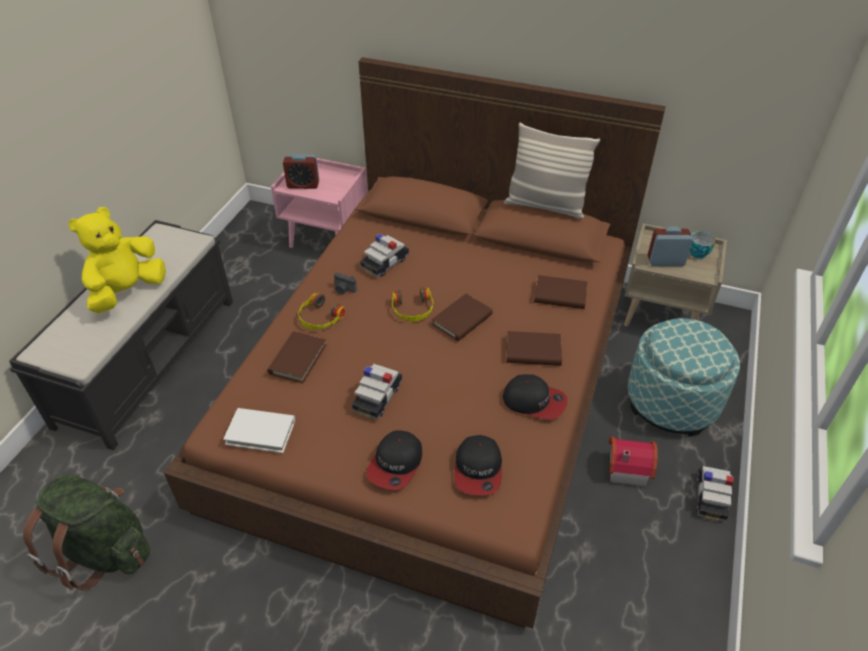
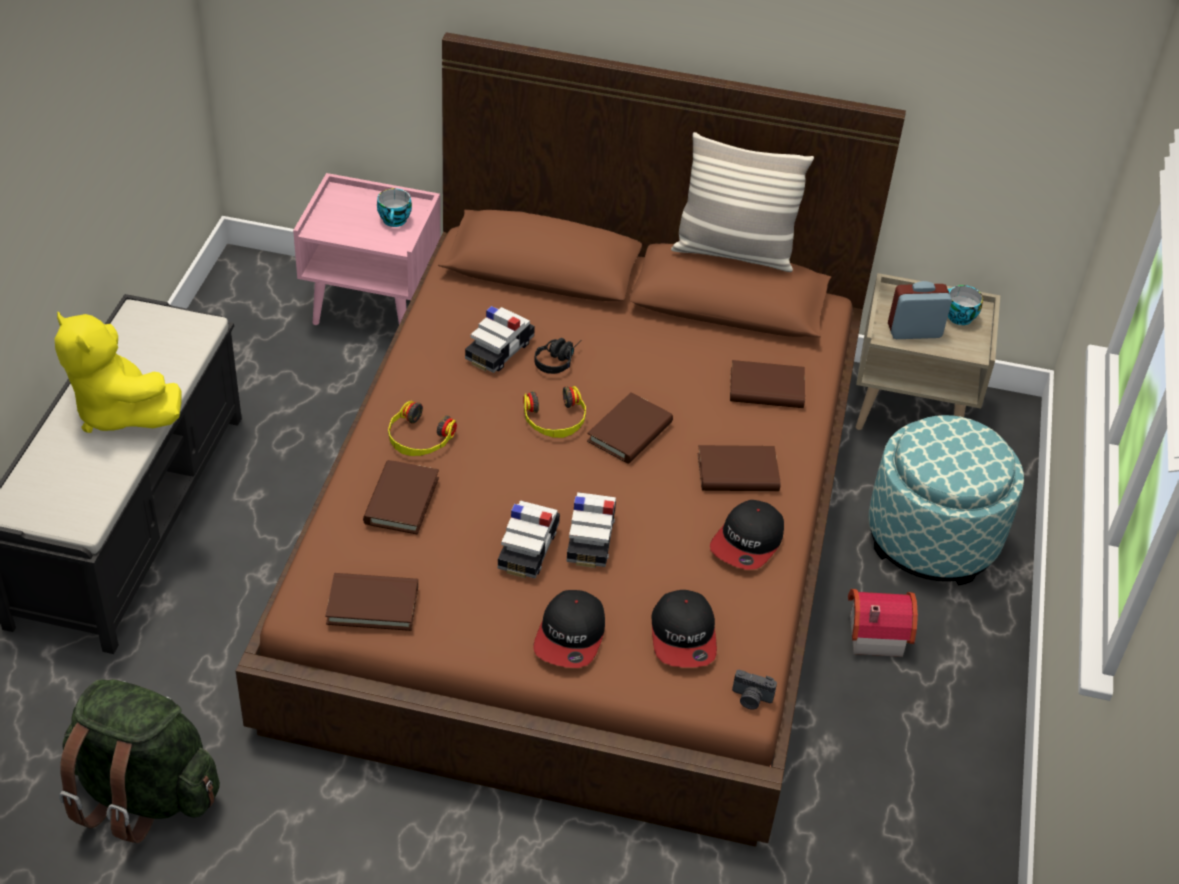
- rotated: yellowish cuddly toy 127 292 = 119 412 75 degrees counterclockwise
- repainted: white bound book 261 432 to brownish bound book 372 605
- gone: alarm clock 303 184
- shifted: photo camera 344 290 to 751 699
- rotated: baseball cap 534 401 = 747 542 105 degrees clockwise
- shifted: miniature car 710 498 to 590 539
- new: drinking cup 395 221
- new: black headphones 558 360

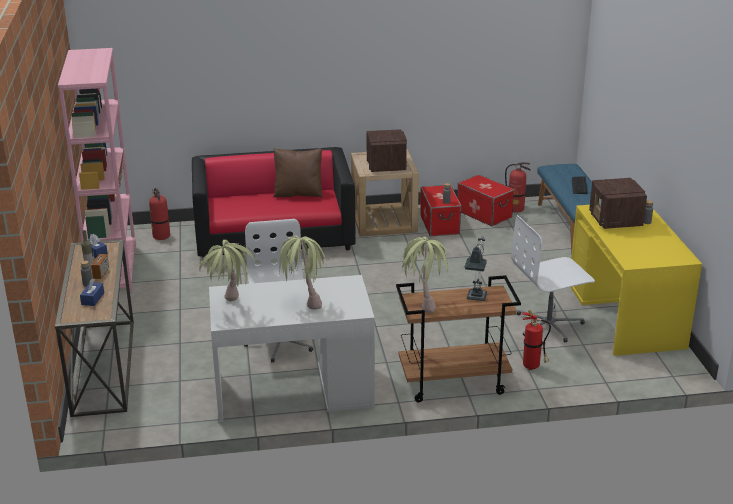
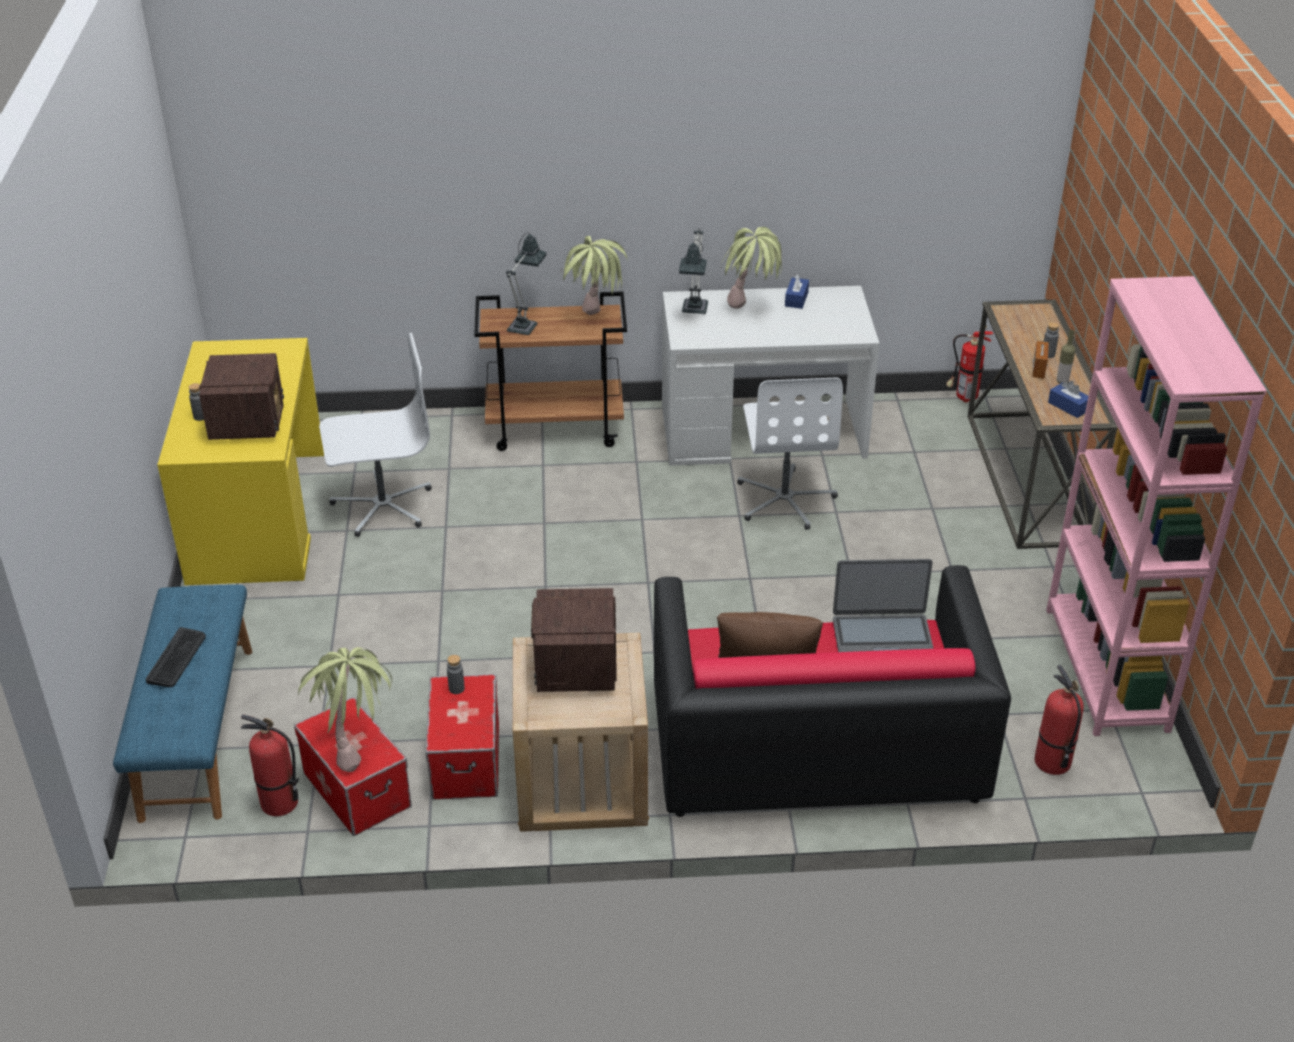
- shifted: bluish tissue holder 93 299 to 796 299
- shifted: houseplant 229 308 to 356 746
- shifted: fire-fighting cylinder 533 367 to 963 398
- new: tabletop lamp 694 312
- new: portable computer 882 640

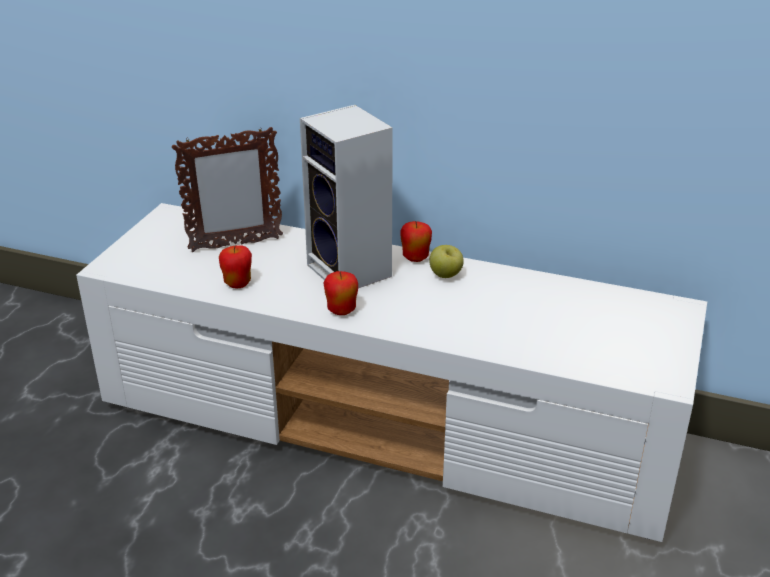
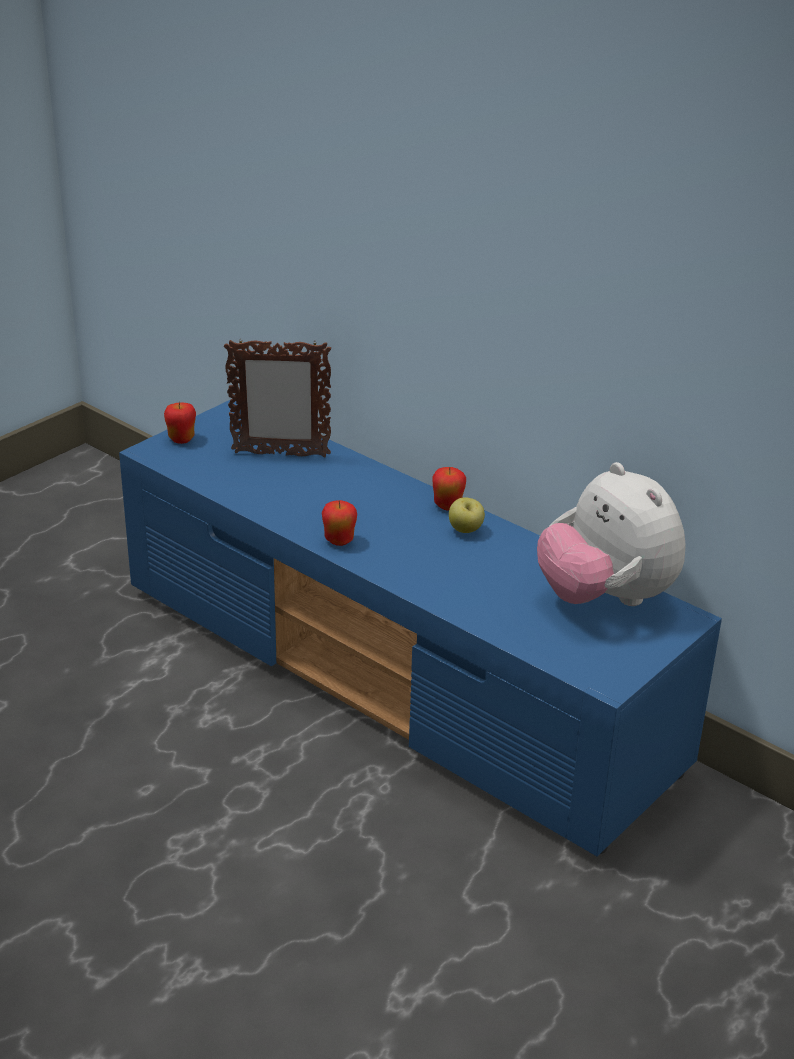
- repainted: white media console 389 424 to bluish media console 397 677
- shifted: apple fruit 237 283 to 181 439
- gone: speaker 352 271
- new: cuddly toy 605 598

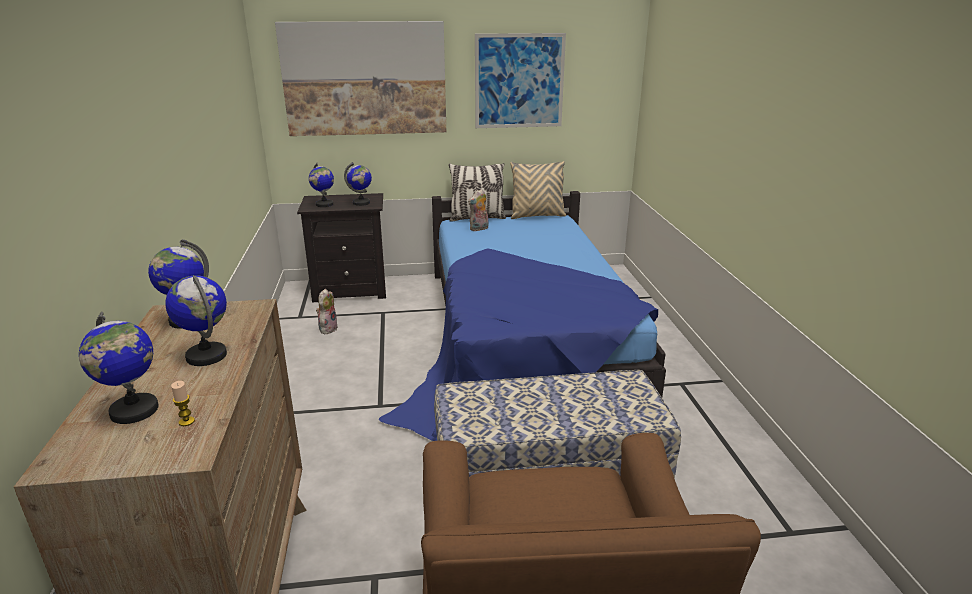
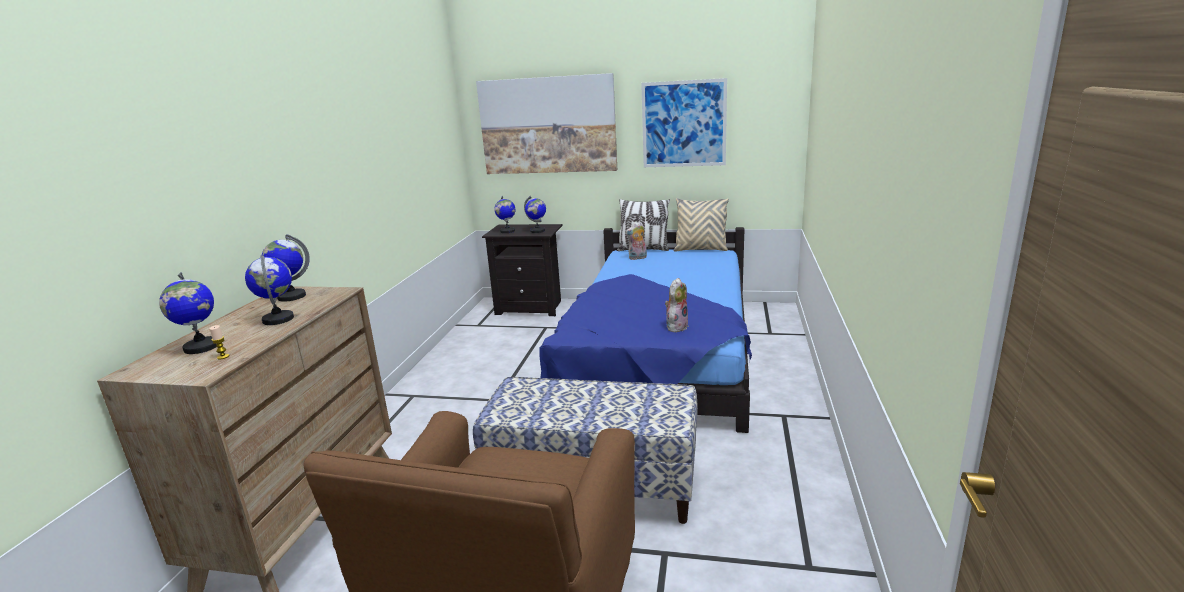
- shifted: cuddly toy 327 328 to 676 326

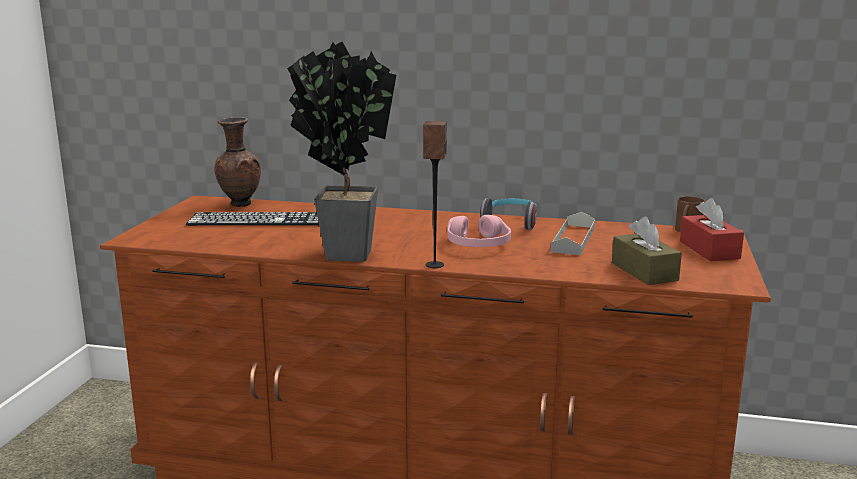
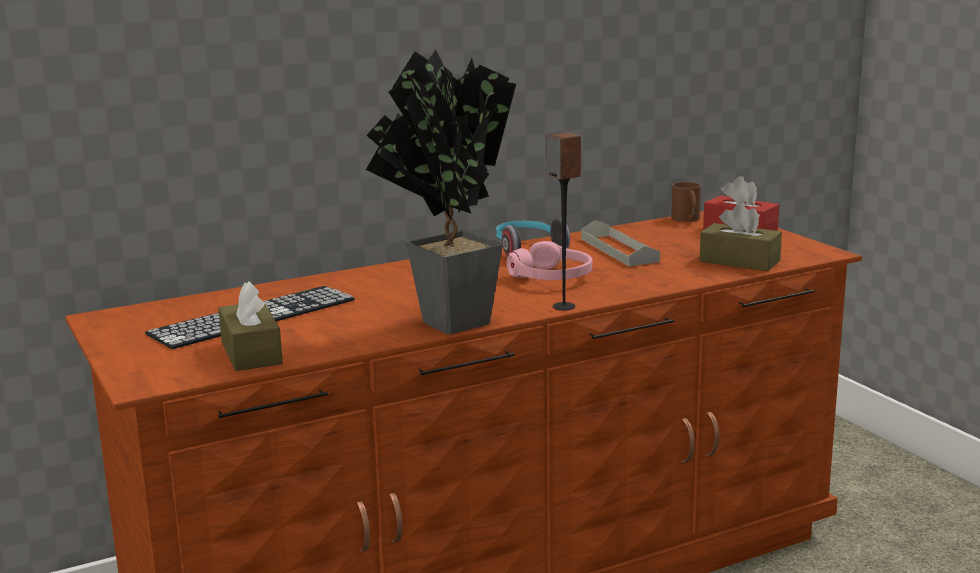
- gone: brownish flower vase 239 204
- new: brownish tissue holder 251 352

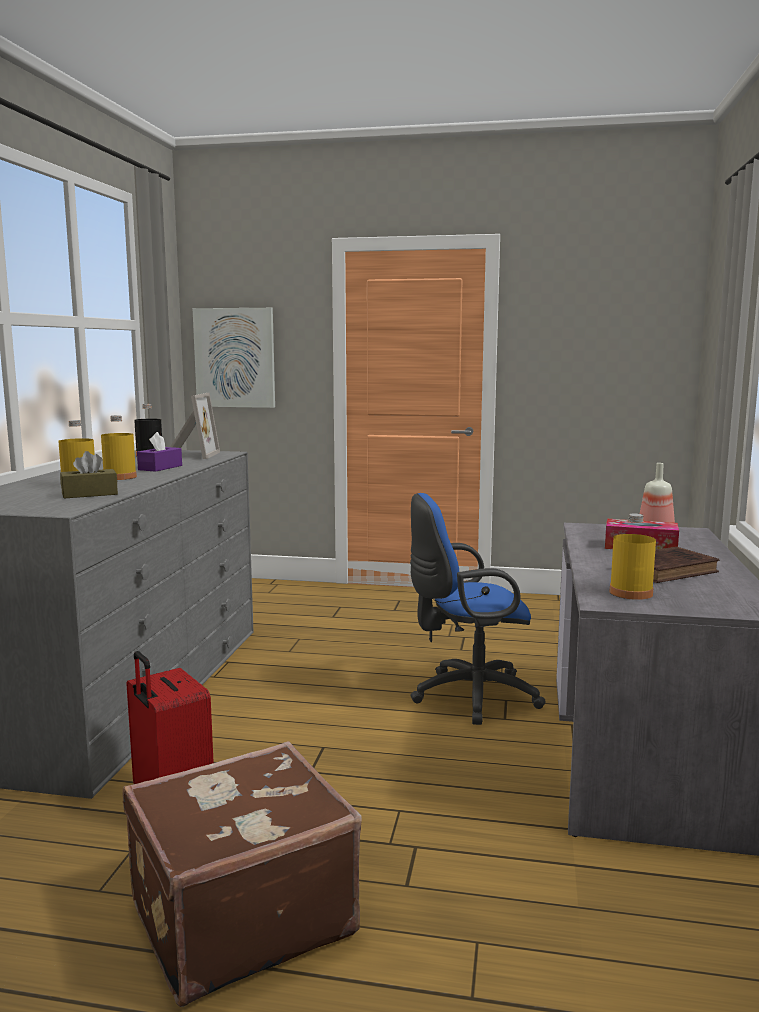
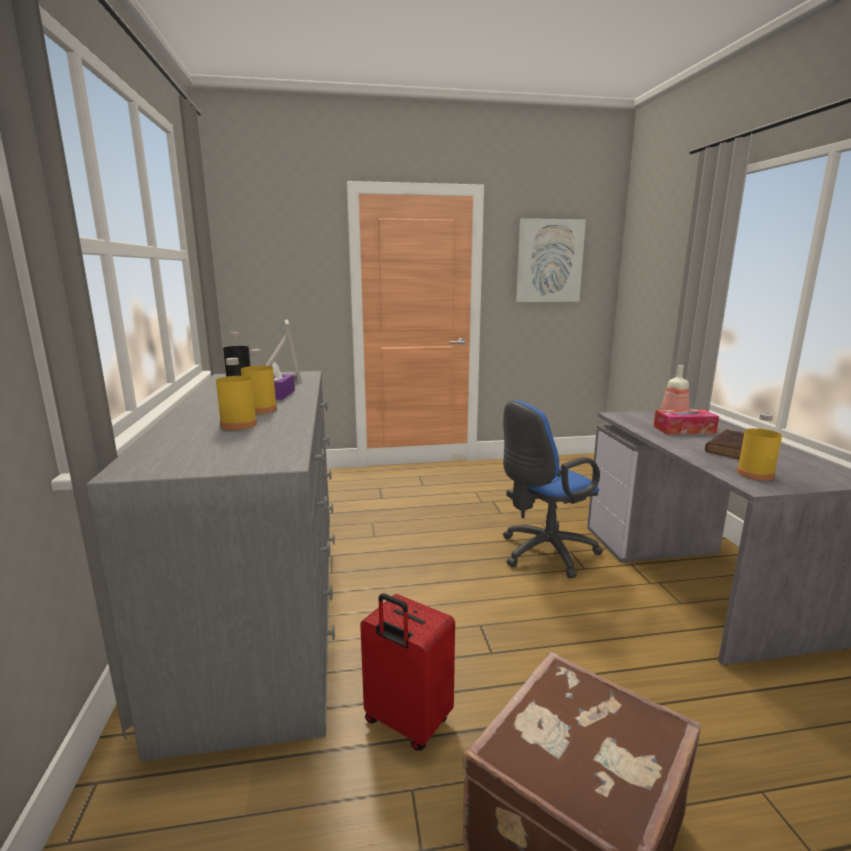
- gone: brownish tissue holder 89 494
- shifted: picture 235 358 to 549 261

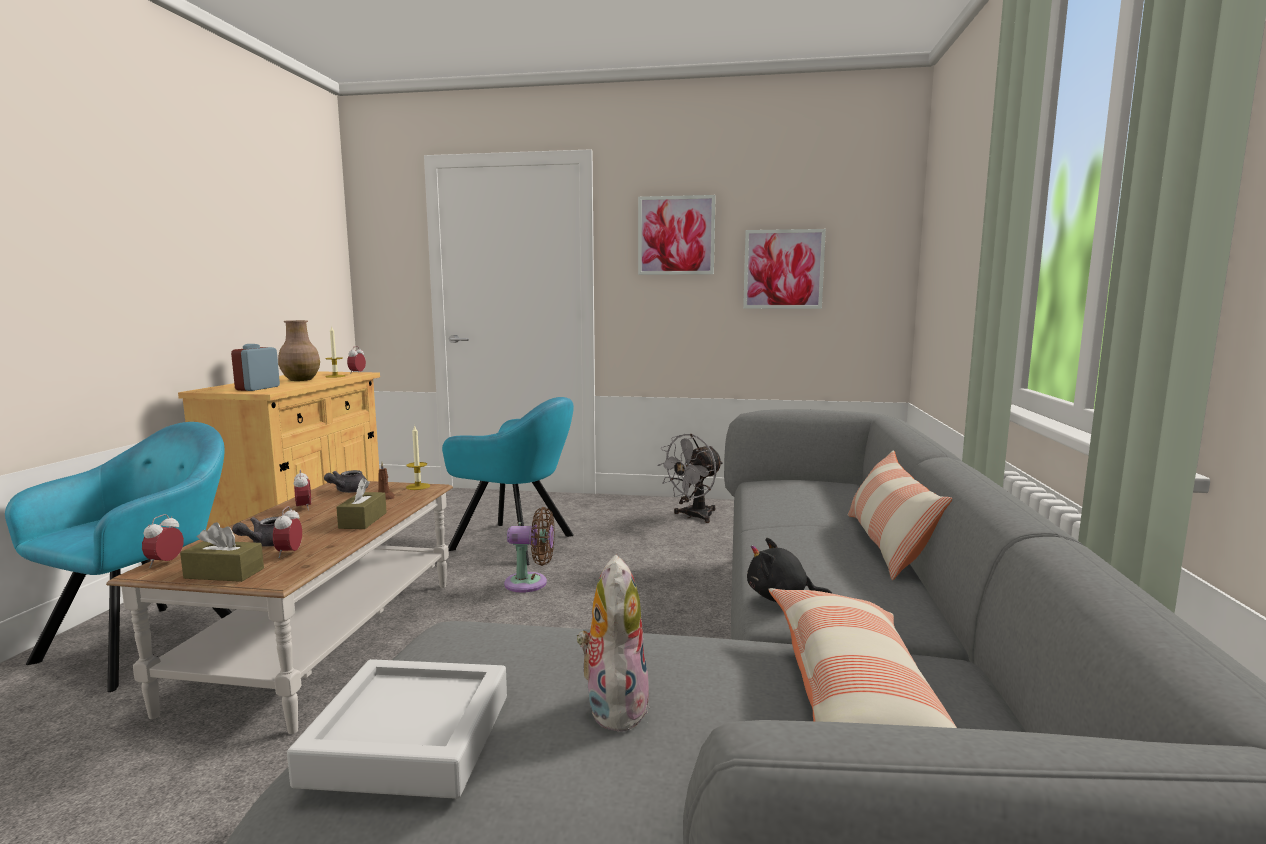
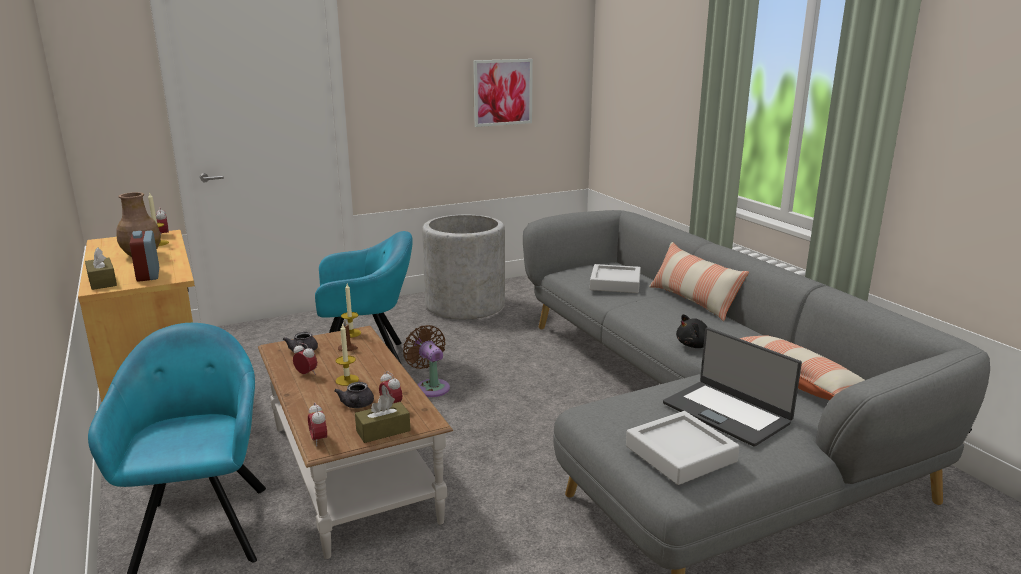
- shifted: brownish tissue holder 363 520 to 102 281
- rotated: brownish electric fan 530 583 = 431 387 90 degrees counterclockwise
- swapped: cuddly toy 613 705 to portable computer 727 412
- gone: picture 676 235
- swapped: grey electric fan 693 516 to grey plant pot 465 305
- new: wax light 347 380
- new: grey serving tray 615 283

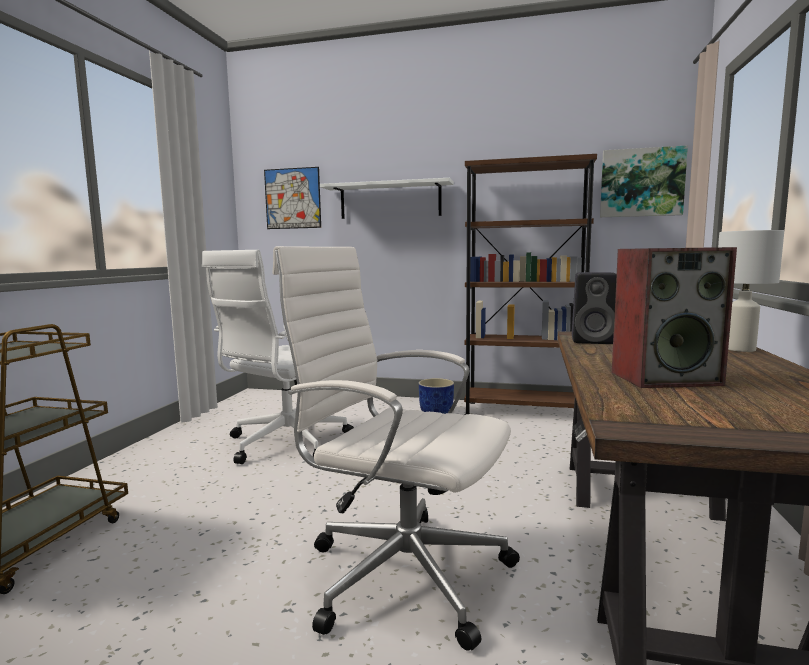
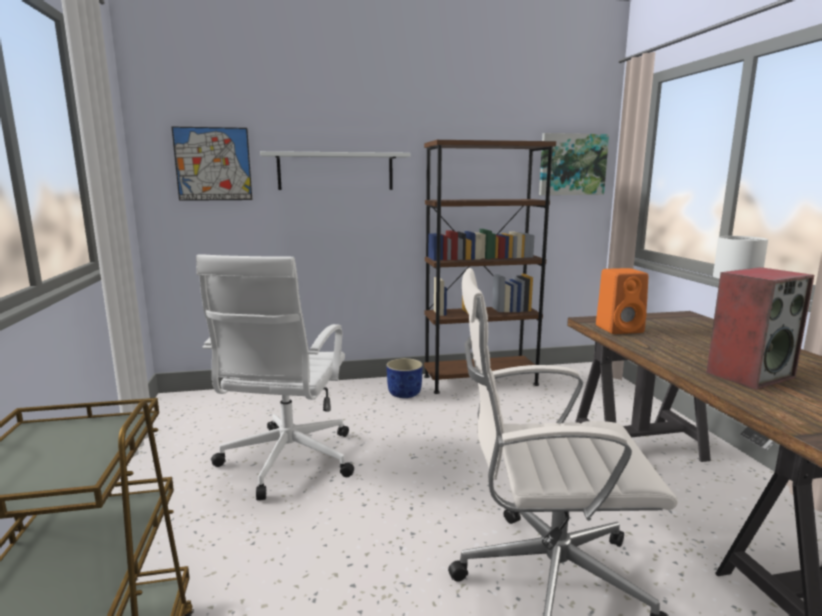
- repainted: black speaker 595 341 to orange speaker 620 329

